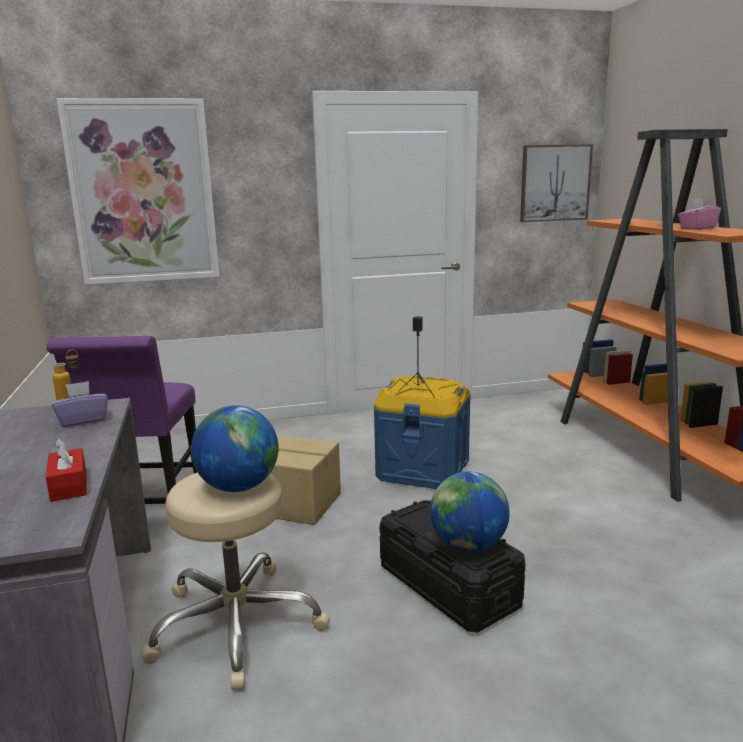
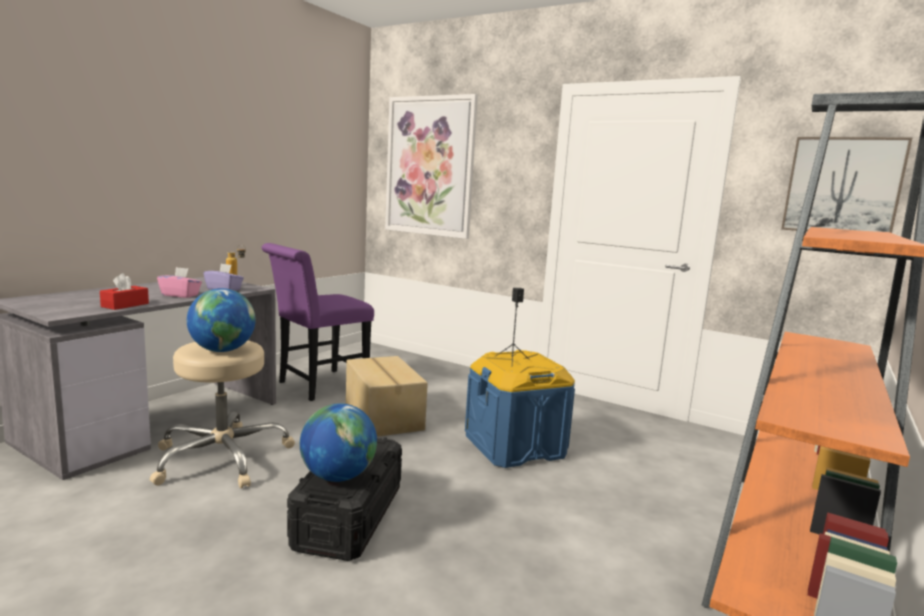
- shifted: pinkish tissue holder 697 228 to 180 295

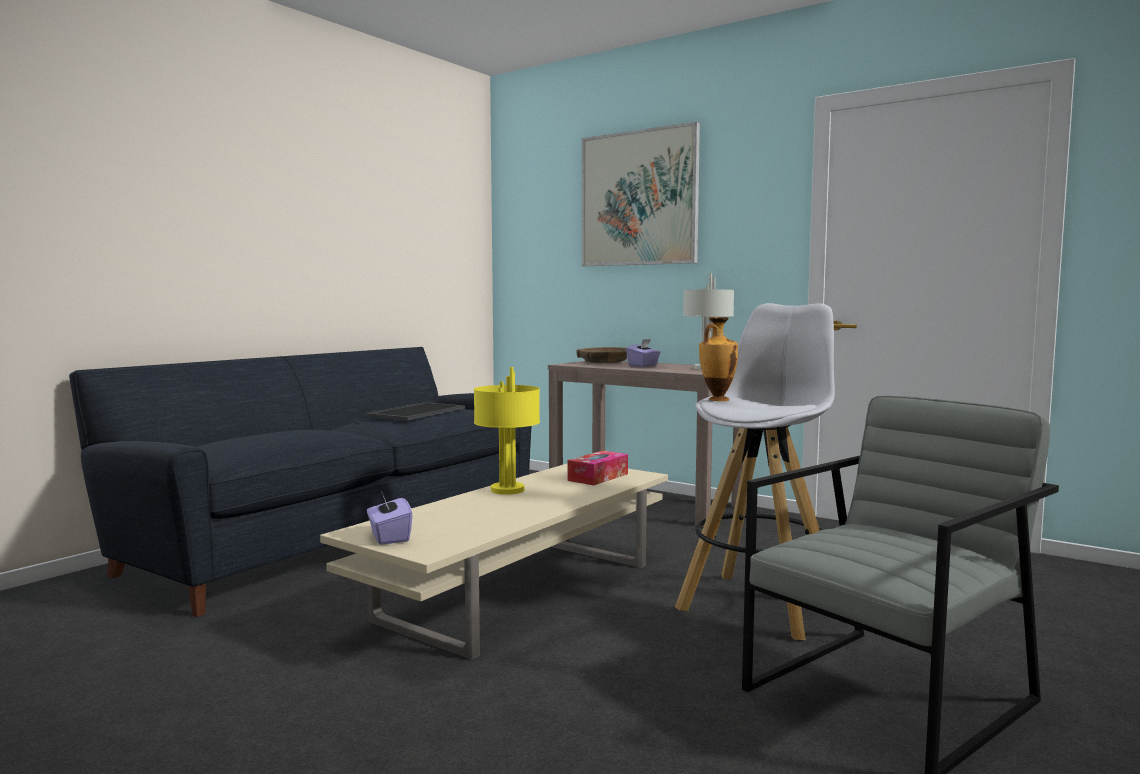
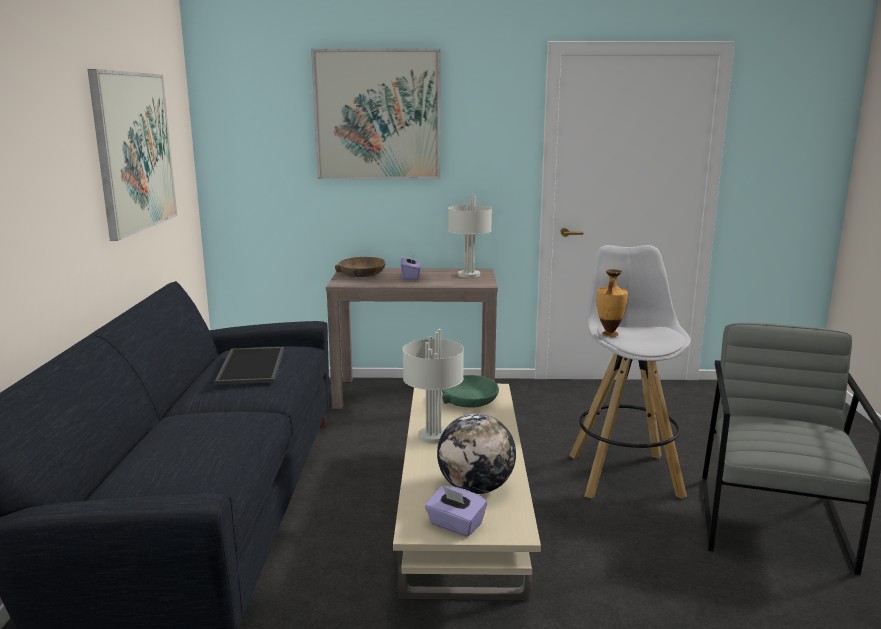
- repainted: yellowish tabletop lamp 506 490 to grey tabletop lamp 432 436
- swapped: tissue holder 598 477 to greenish deep dish 469 400
- new: picture 134 151
- new: world globe 476 488

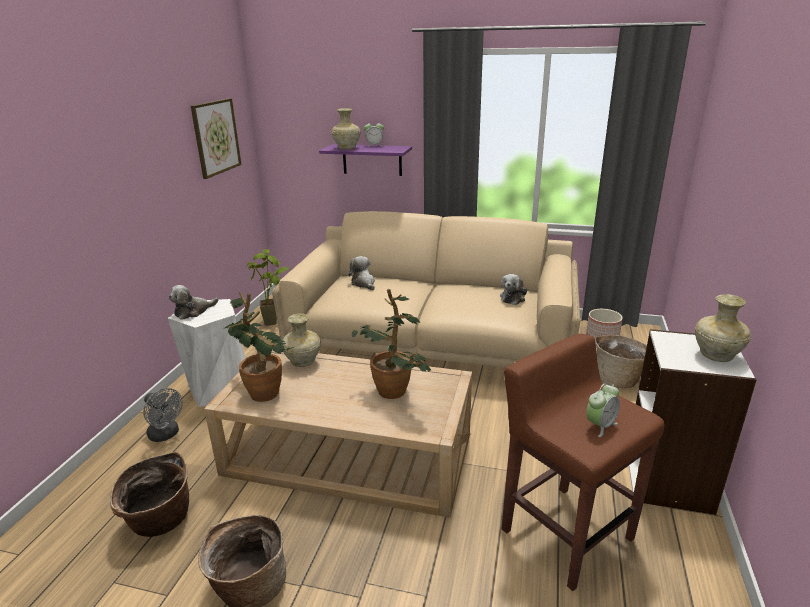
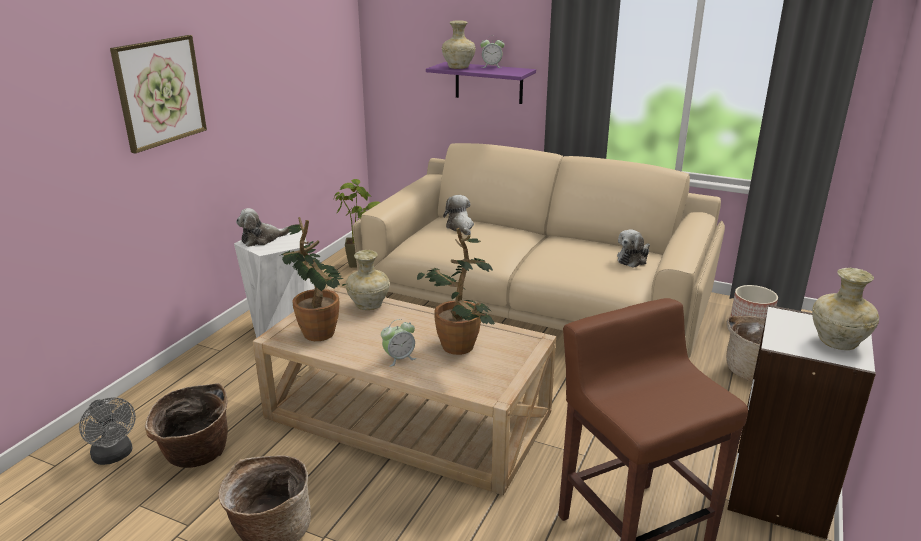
- shifted: grey electric fan 166 435 to 115 456
- shifted: picture 216 137 to 160 92
- shifted: alarm clock 600 425 to 399 358

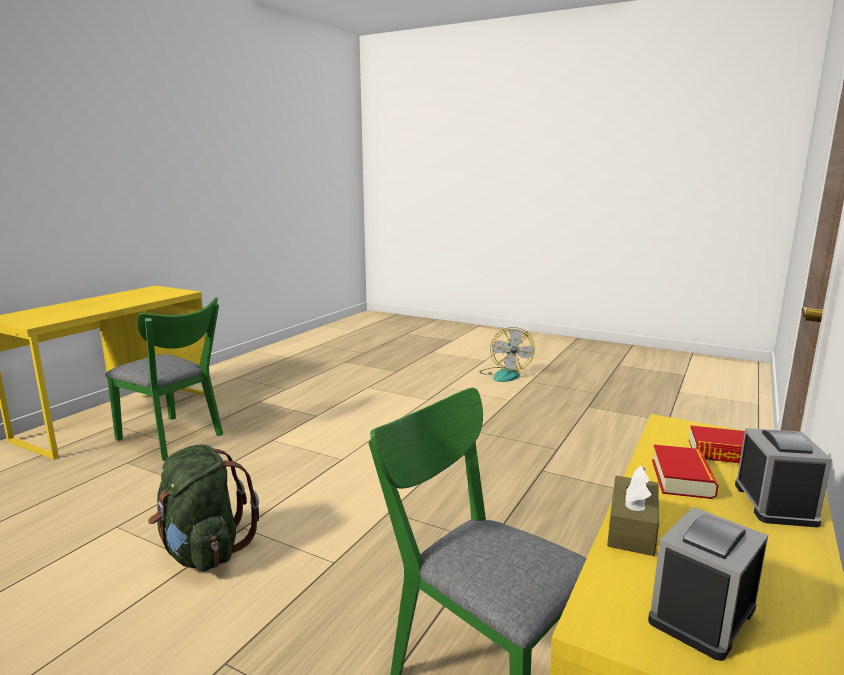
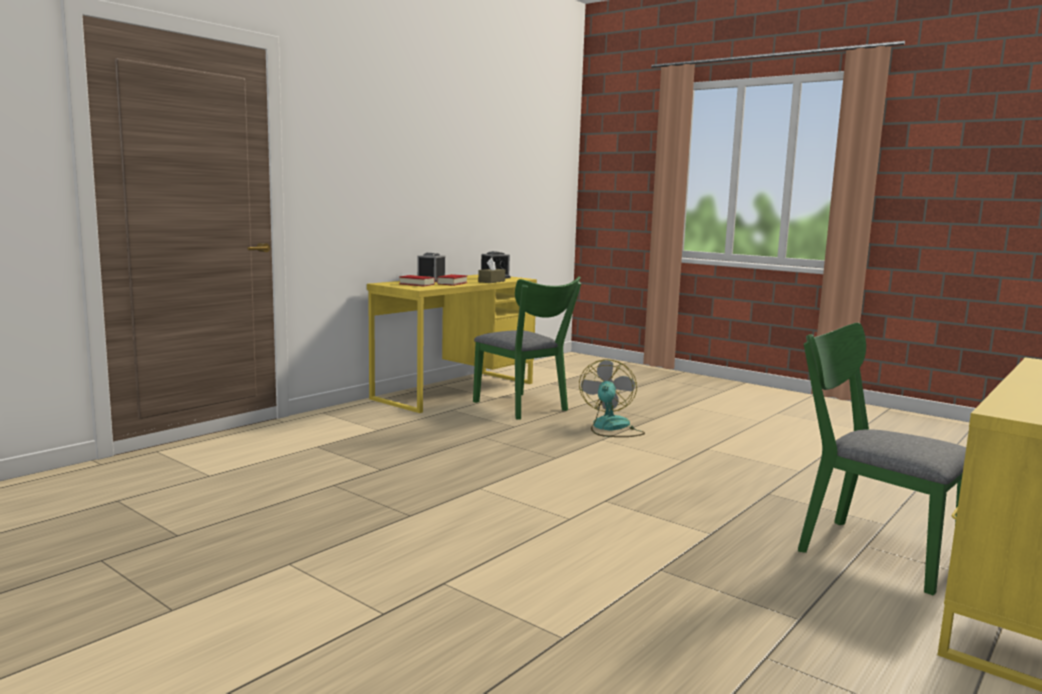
- gone: greenish rucksack 204 551
- shifted: electric fan 505 374 to 611 428

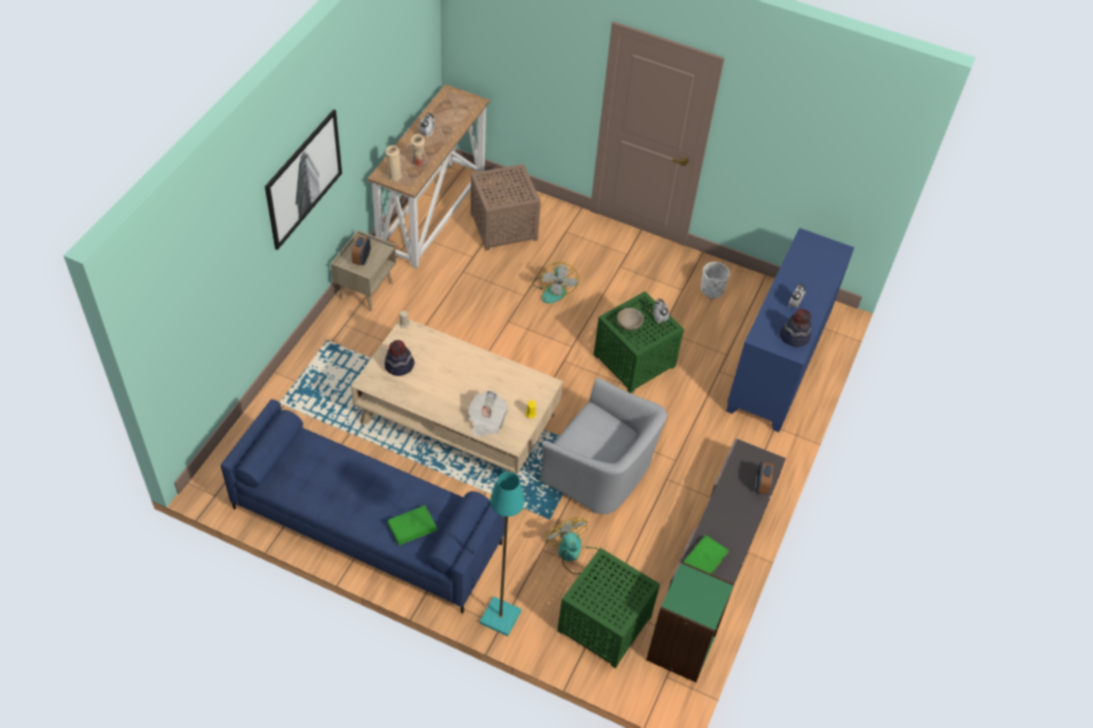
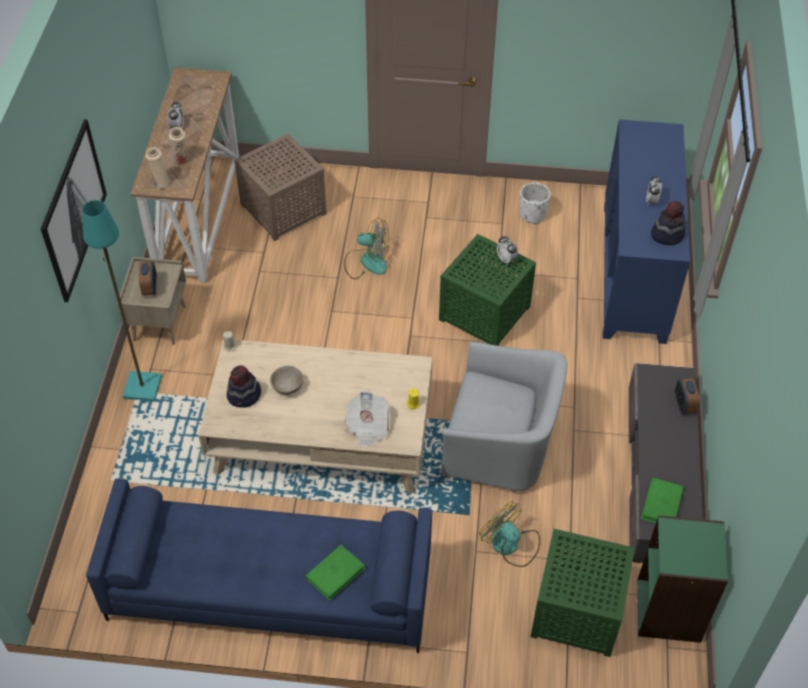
- shifted: blue-green floor lamp 499 617 to 142 388
- rotated: electric fan 554 289 = 366 262 60 degrees counterclockwise
- shifted: beige deep dish 629 325 to 287 387

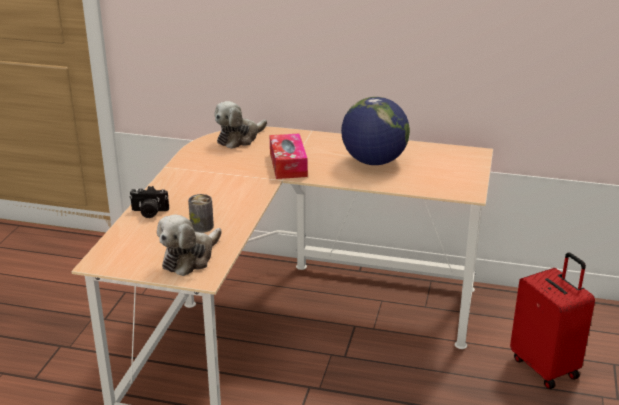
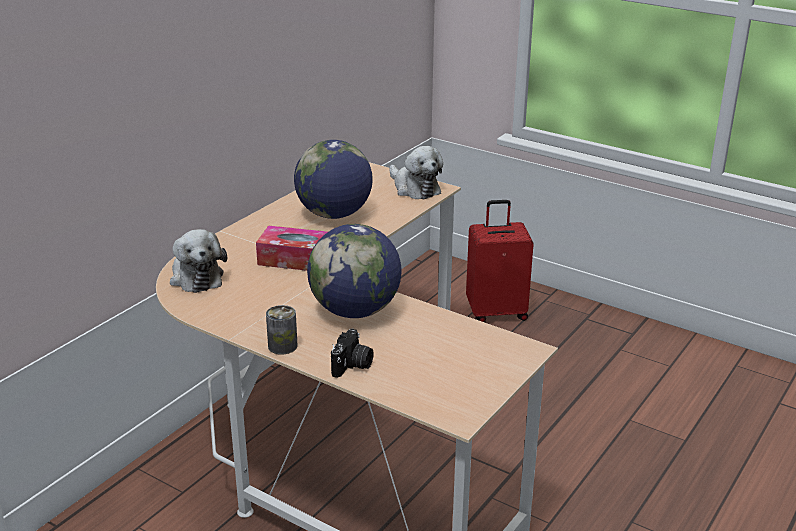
- shifted: cuddly toy 190 258 to 414 188
- shifted: metal can 202 226 to 282 346
- new: world globe 355 311

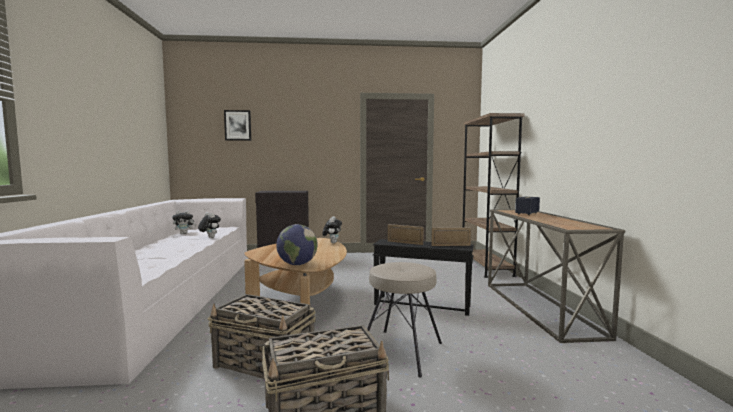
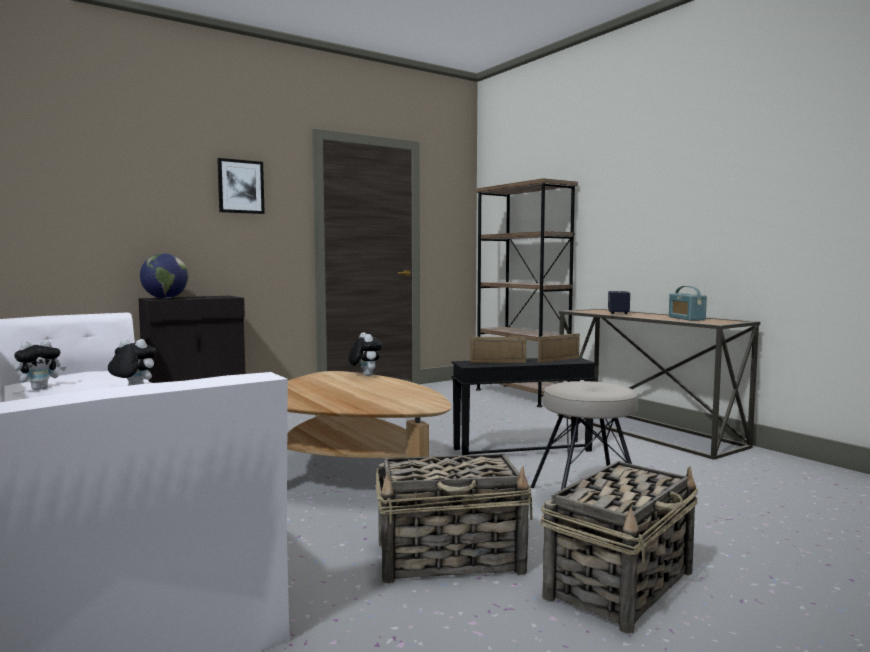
- shifted: picture 238 125 to 240 186
- shifted: world globe 297 264 to 165 298
- new: radio 686 318

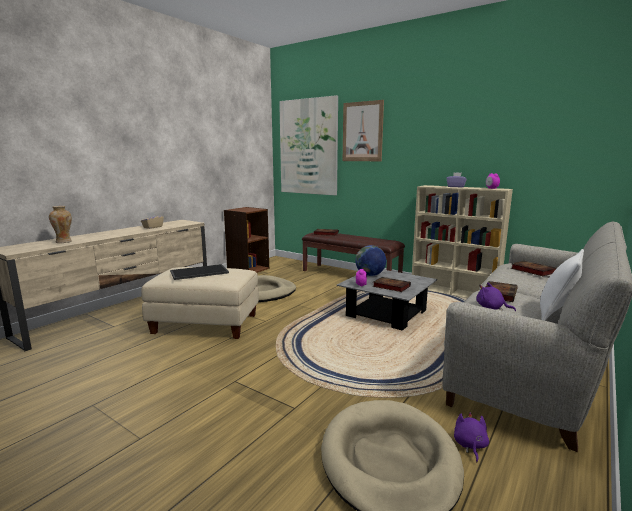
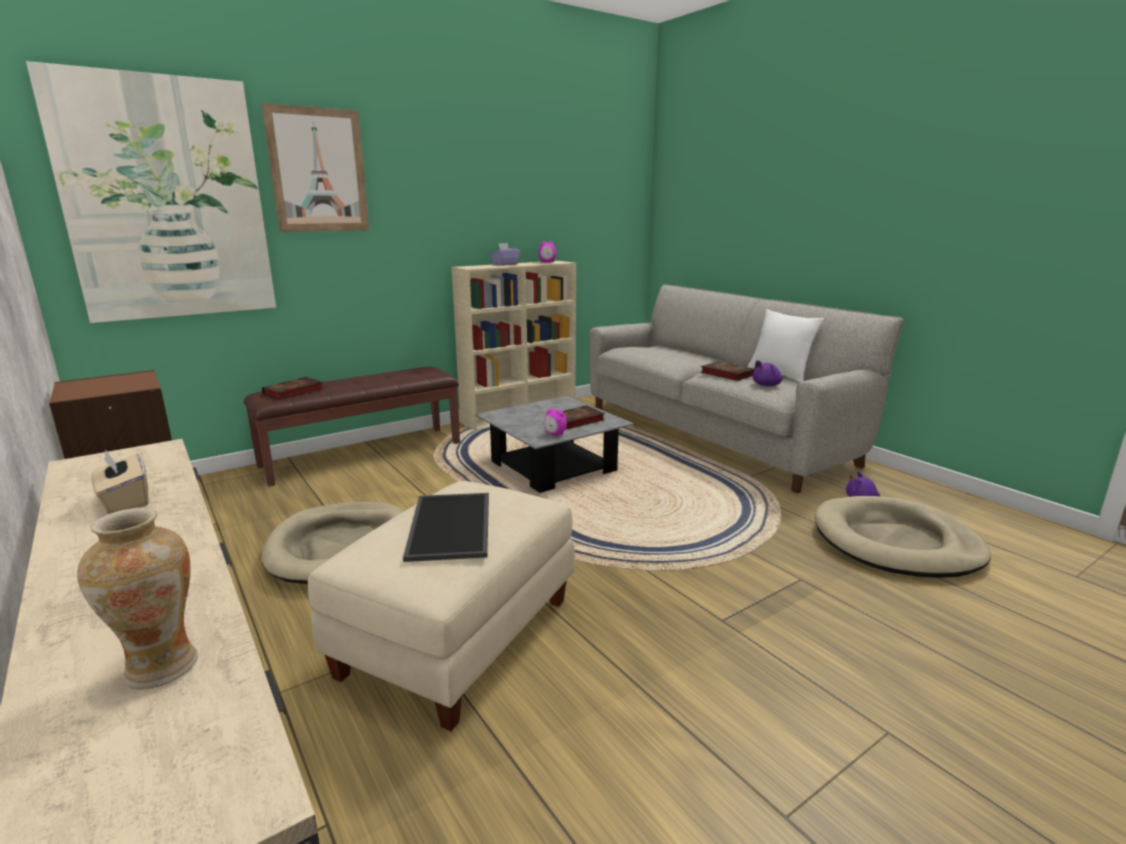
- gone: world globe 370 275
- gone: bound book 531 270

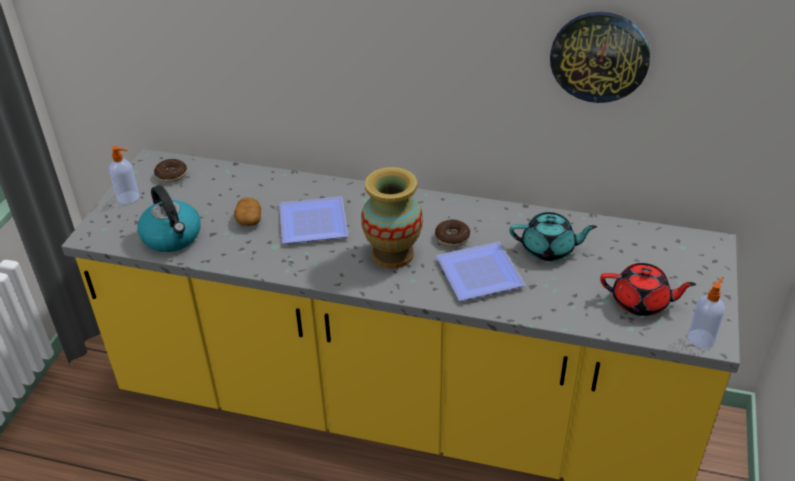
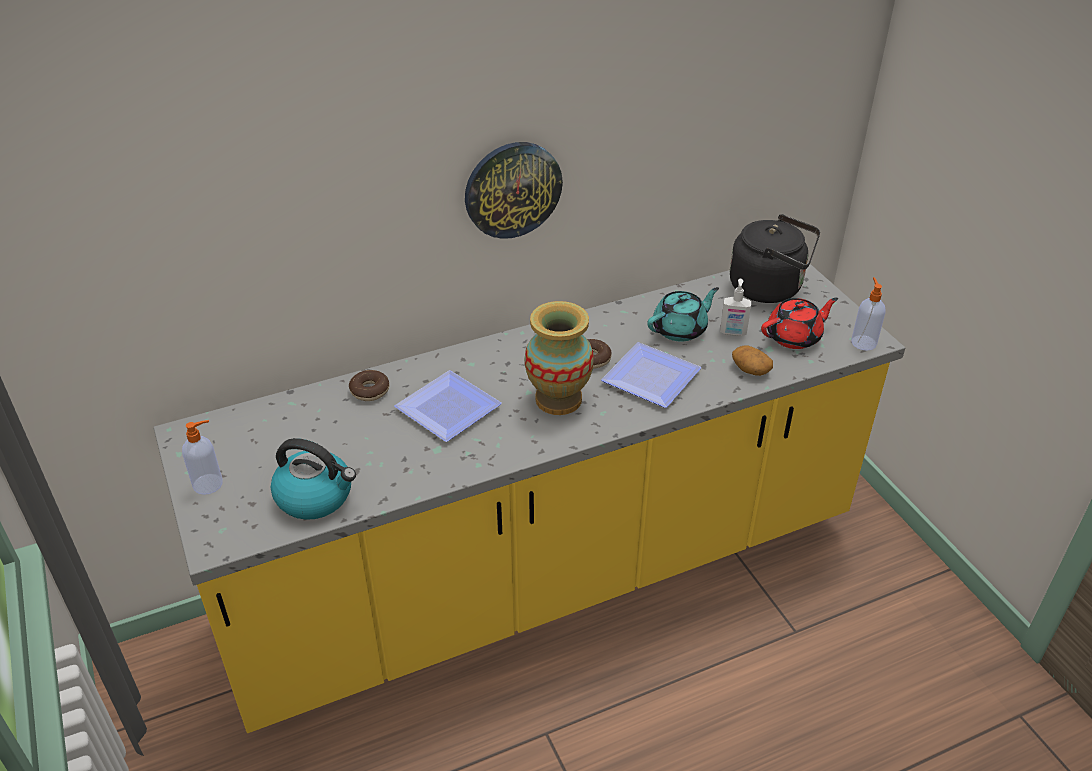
- shifted: donut 171 175 to 370 390
- shifted: spud 248 219 to 750 369
- shifted: clock on the wall 599 56 to 512 189
- new: liquid soap bottle 733 332
- new: black tea kettle 770 288

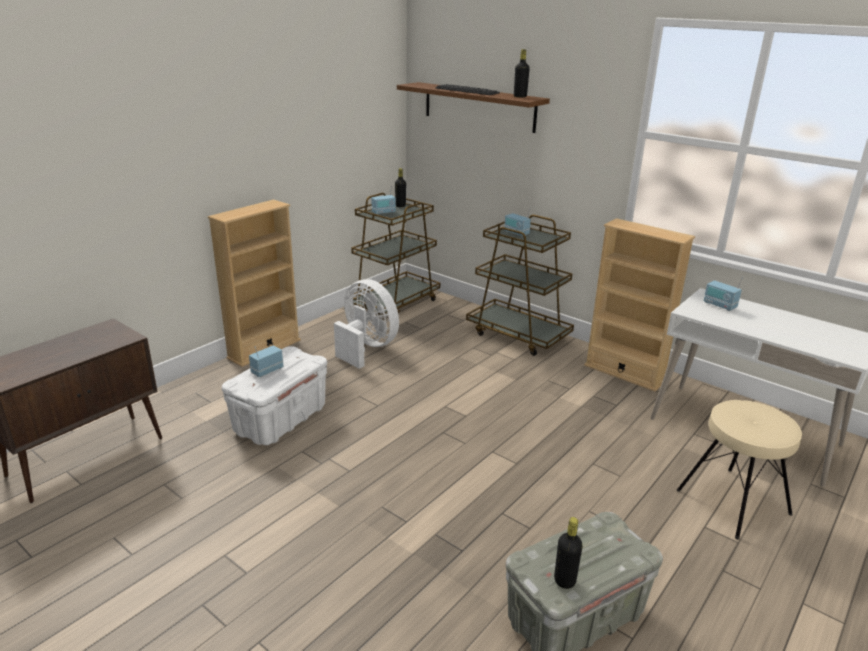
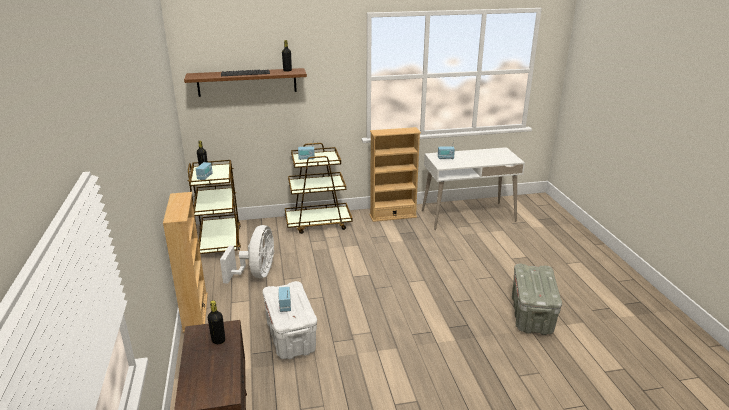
- rotated: white electric fan 366 348 = 256 274 105 degrees clockwise
- shifted: black drink bottle 564 580 to 218 340
- gone: beige stool seat 732 502

